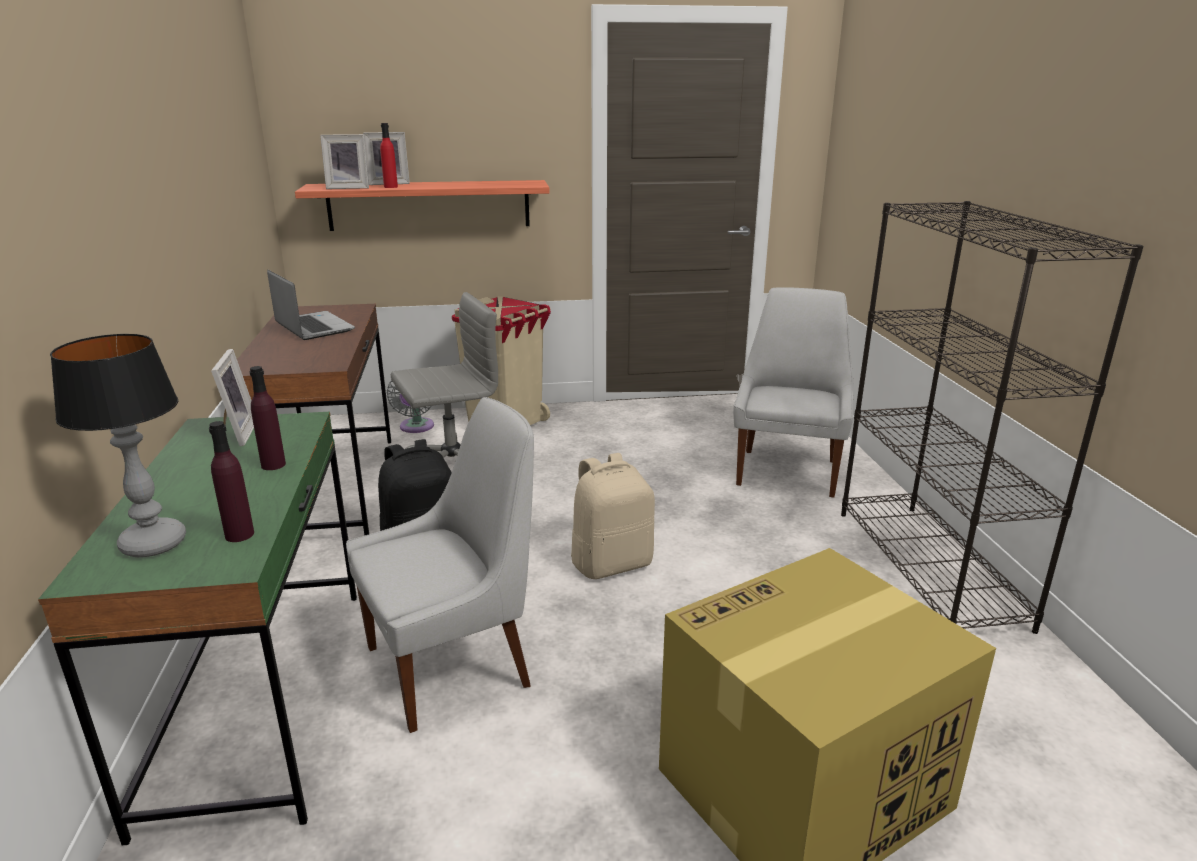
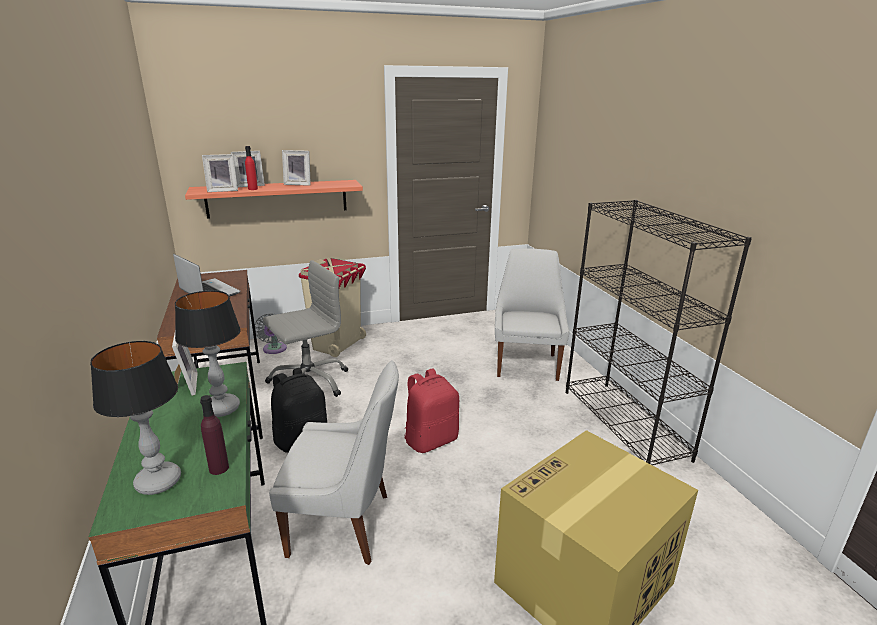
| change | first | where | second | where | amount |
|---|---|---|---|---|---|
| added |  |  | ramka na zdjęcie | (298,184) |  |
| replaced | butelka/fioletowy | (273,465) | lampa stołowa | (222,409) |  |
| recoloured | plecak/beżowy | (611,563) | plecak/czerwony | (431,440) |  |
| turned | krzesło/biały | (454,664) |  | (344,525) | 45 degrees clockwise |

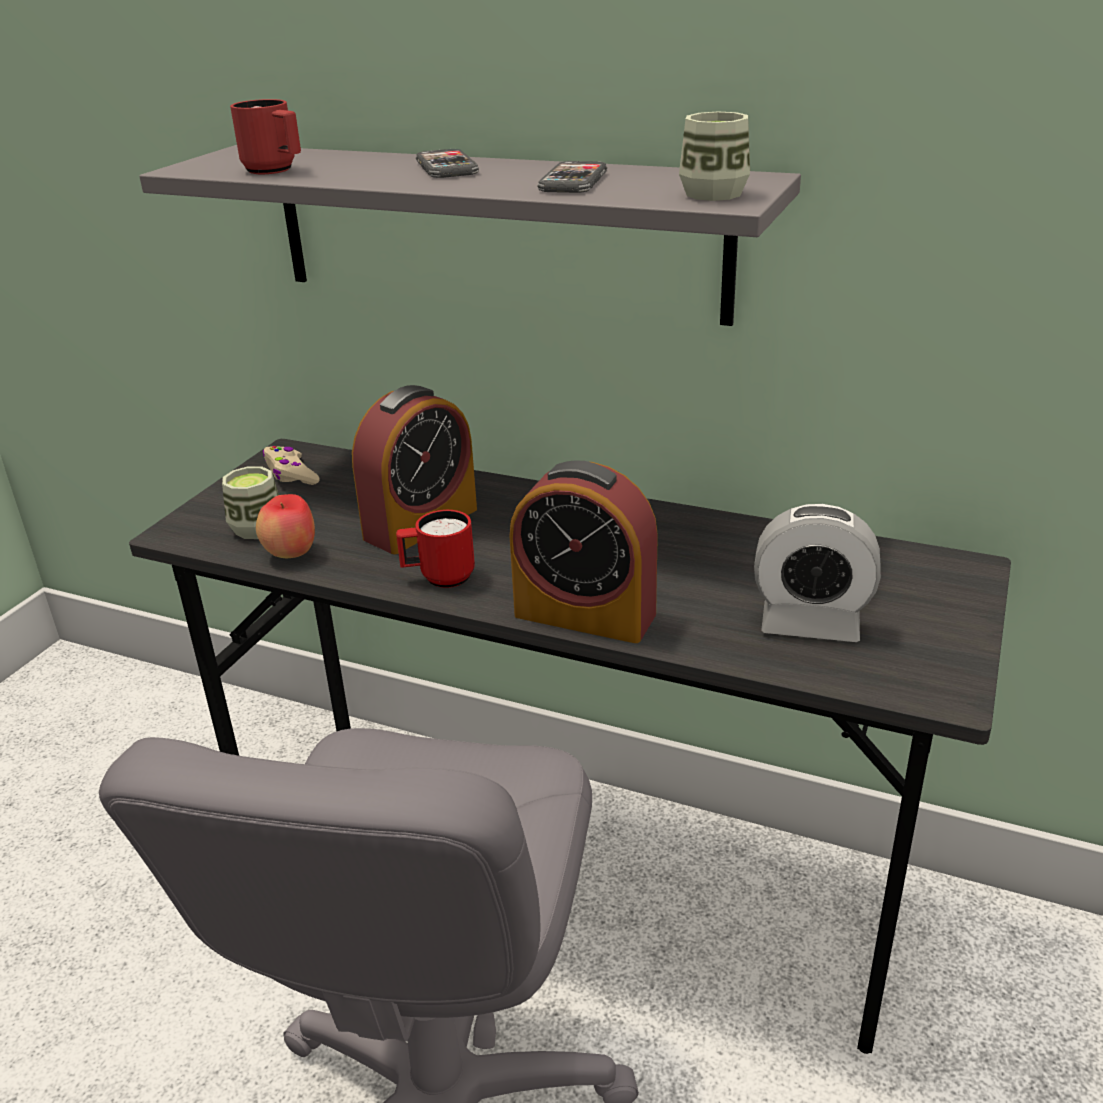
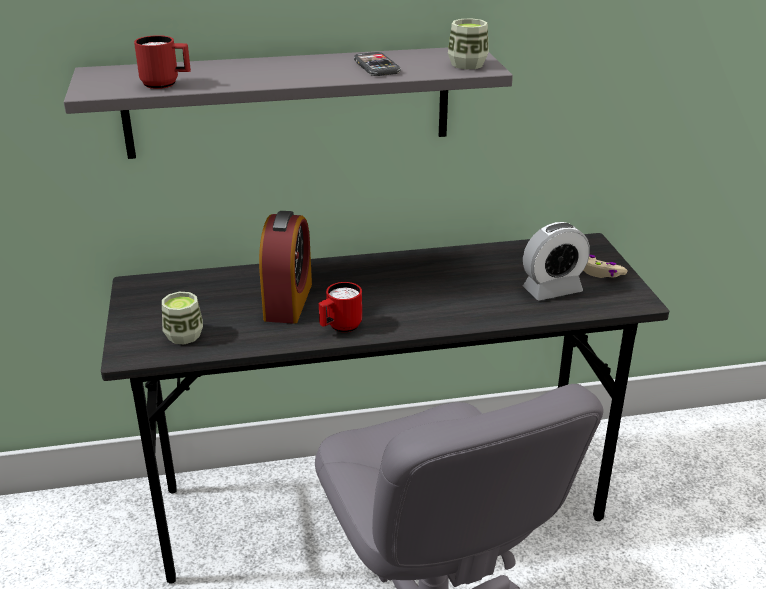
| change | first | where | second | where | amount |
|---|---|---|---|---|---|
| removed | jabłko | (291,554) |  |  |  |
| removed | telefon | (446,167) |  |  |  |
| removed | budzik | (585,614) |  |  |  |
| moved | pad do gier/beżowy | (291,474) |  | (598,273) |  |

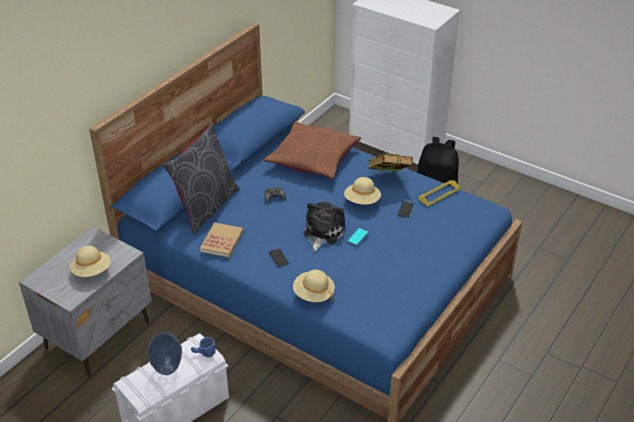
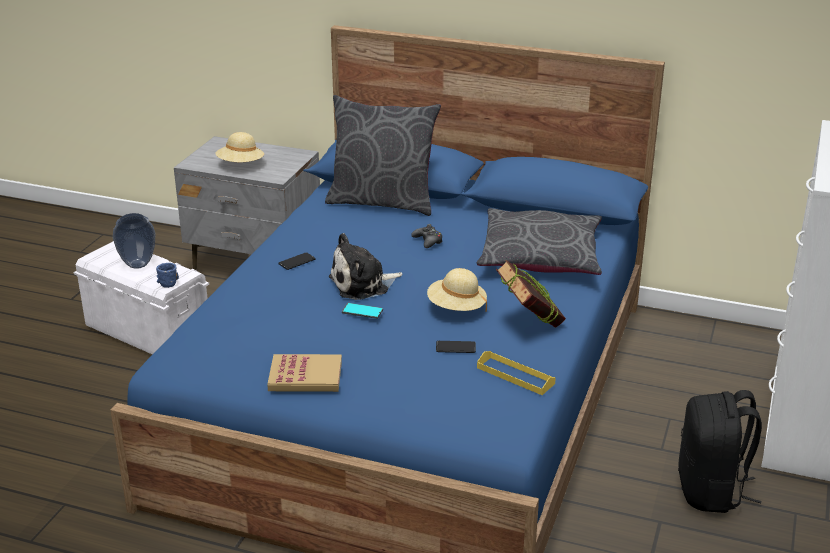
| change | first | where | second | where | amount |
|---|---|---|---|---|---|
| removed | kapelusz/beżowy | (313,294) |  |  |  |
| moved | książka | (222,241) |  | (305,376) |  |
| recoloured | poduszka/brązowy | (313,158) | poduszka/szary | (540,256) |  |
| turned | pluszak | (322,232) |  | (363,284) | 150 degrees clockwise |

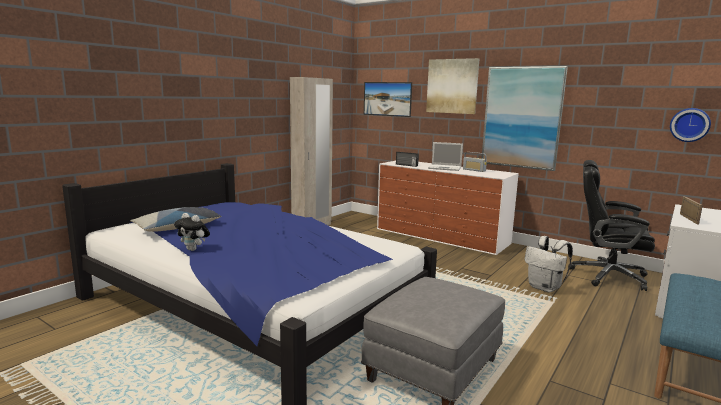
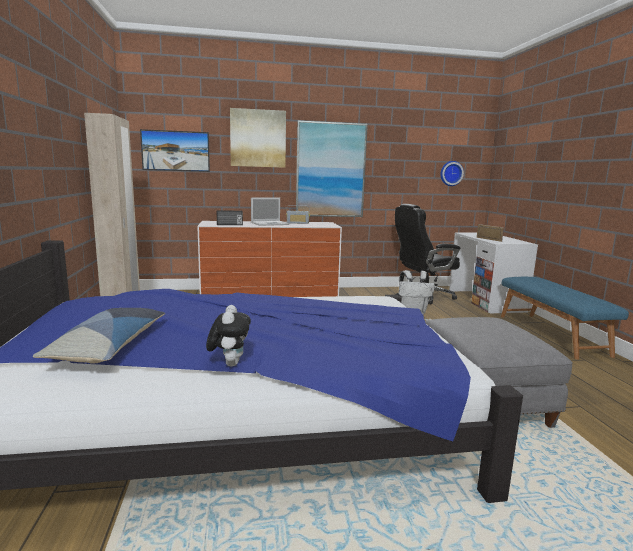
| change | first | where | second | where | amount |
|---|---|---|---|---|---|
| turned | pluszak | (194,249) |  | (229,363) | 75 degrees counterclockwise |

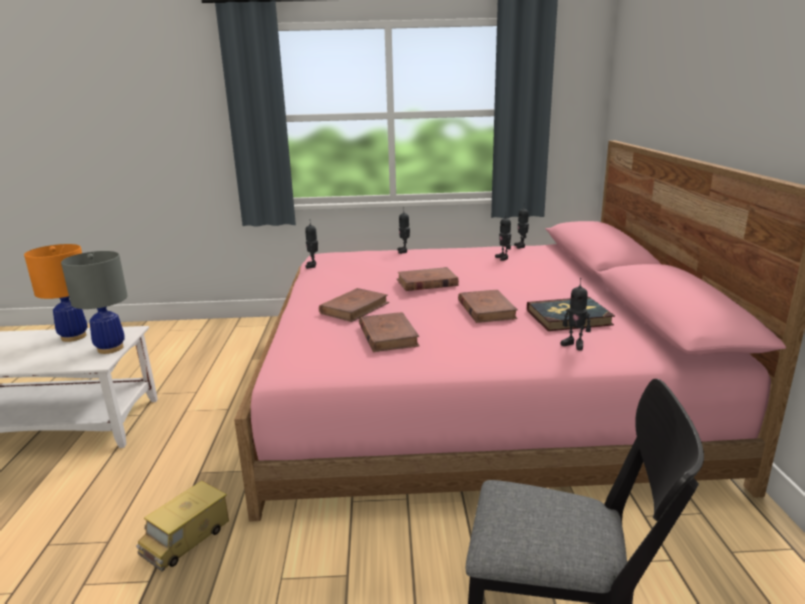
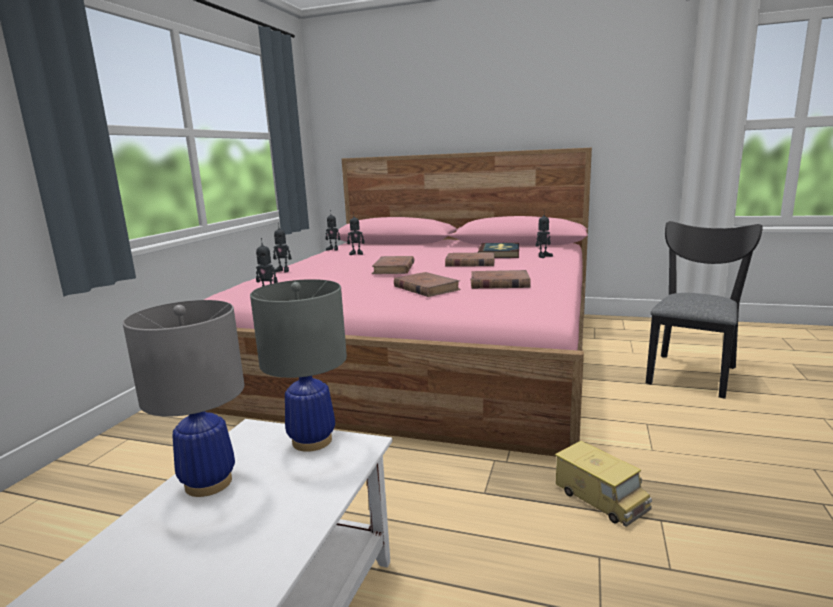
| change | first | where | second | where | amount |
|---|---|---|---|---|---|
| recoloured | lampa stołowa/pomarańczowy | (73,337) | lampa stołowa/szary | (208,483) |  |

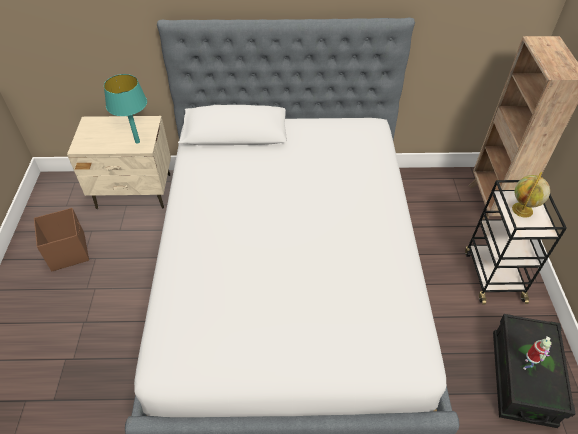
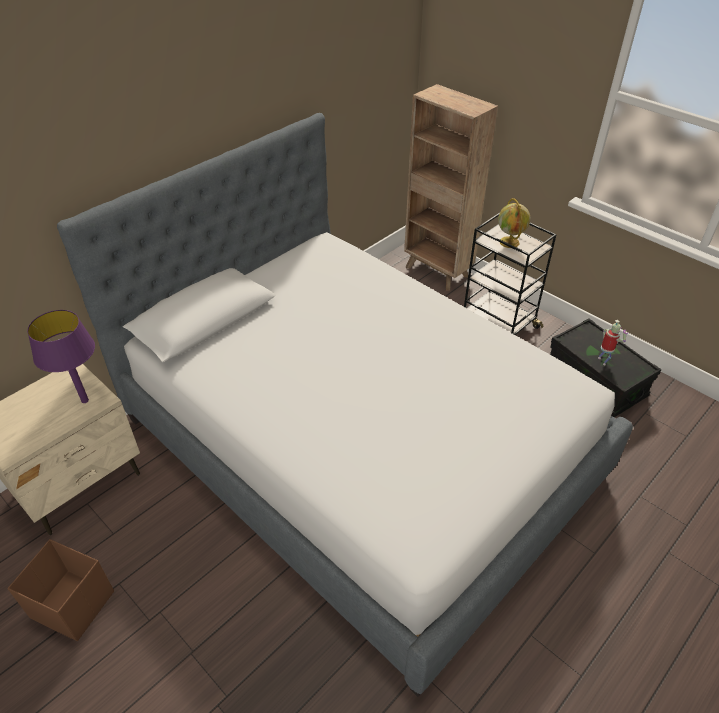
| change | first | where | second | where | amount |
|---|---|---|---|---|---|
| recoloured | lampa stołowa/turkusowy | (137,142) | lampa stołowa/fioletowy | (84,400) |  |

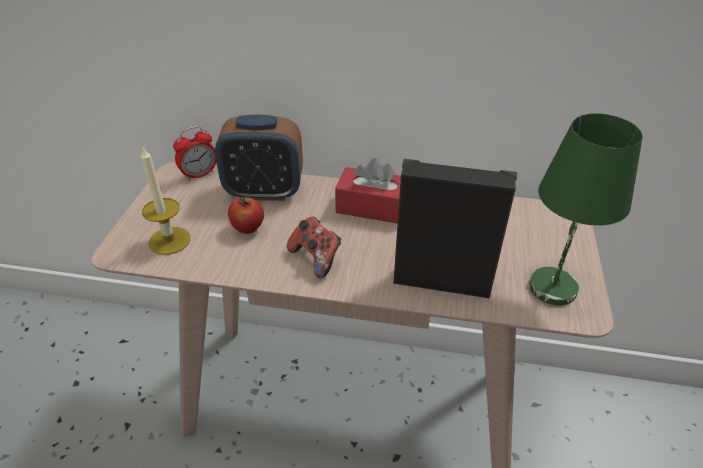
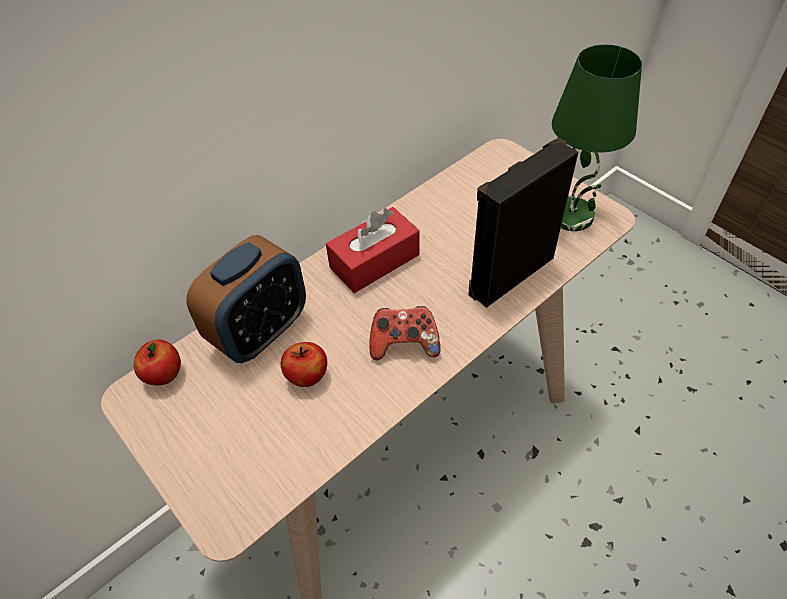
| change | first | where | second | where | amount |
|---|---|---|---|---|---|
| removed | świeca | (169,240) |  |  |  |
| replaced | budzik | (199,174) | jabłko | (164,375) |  |

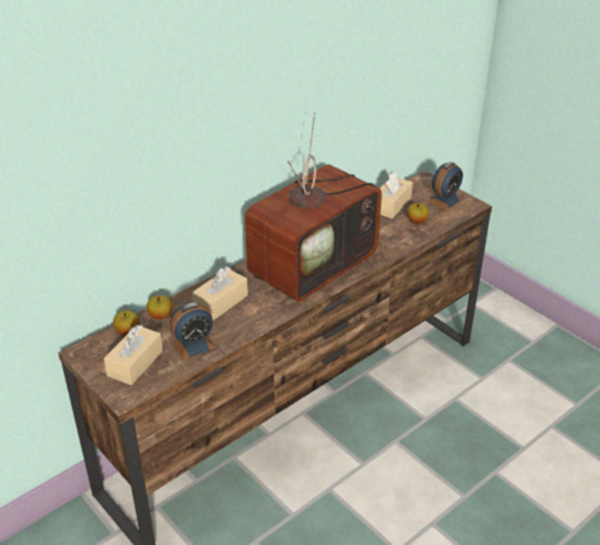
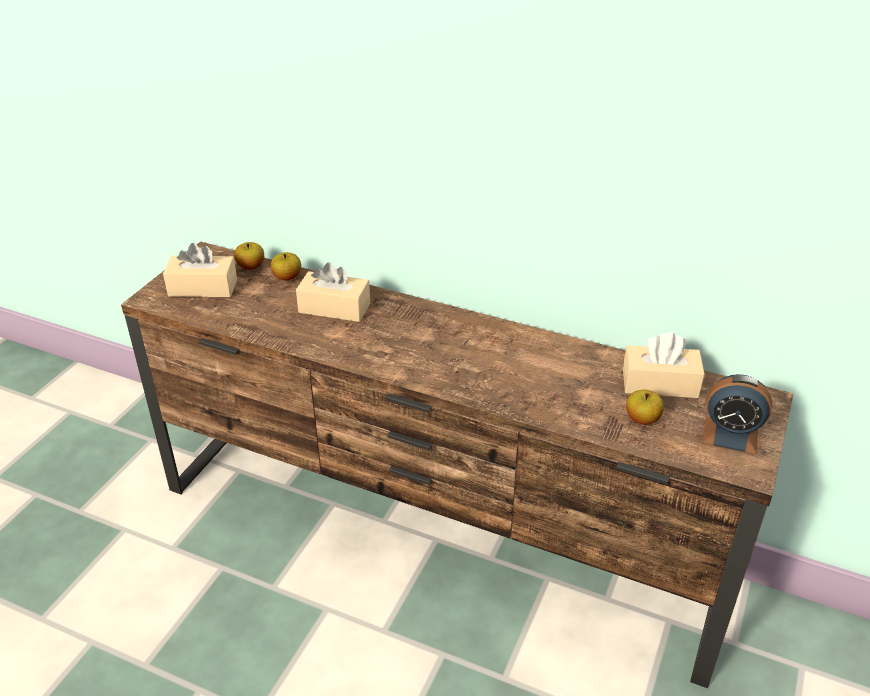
| change | first | where | second | where | amount |
|---|---|---|---|---|---|
| removed | budzik | (193,345) |  |  |  |
| removed | telewizor | (313,265) |  |  |  |

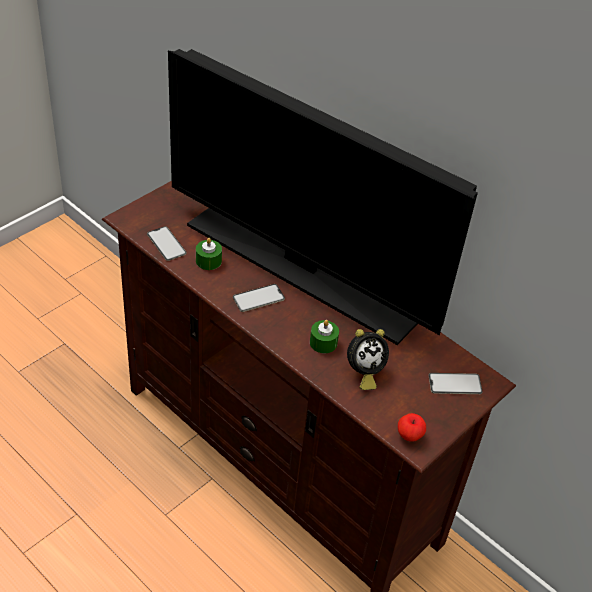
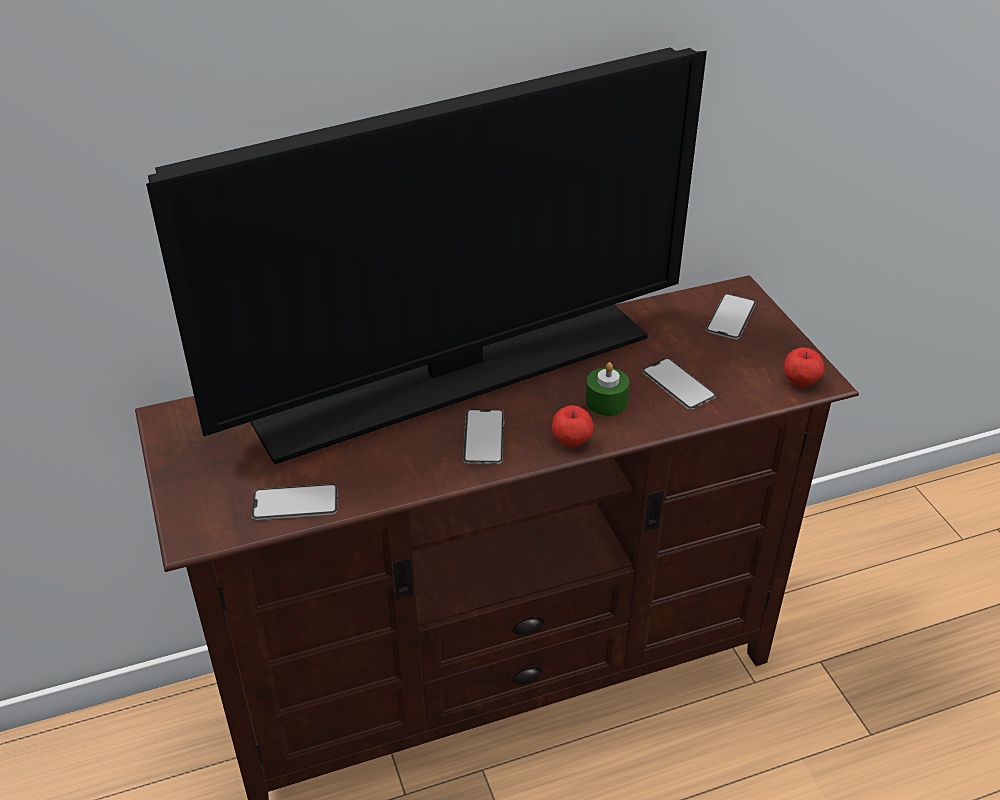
| change | first | where | second | where | amount |
|---|---|---|---|---|---|
| removed | świeca/zielony | (208,261) |  |  |  |
| added |  |  | jabłko | (571,441) |  |
| replaced | budzik | (363,372) | telefon | (678,384) |  |

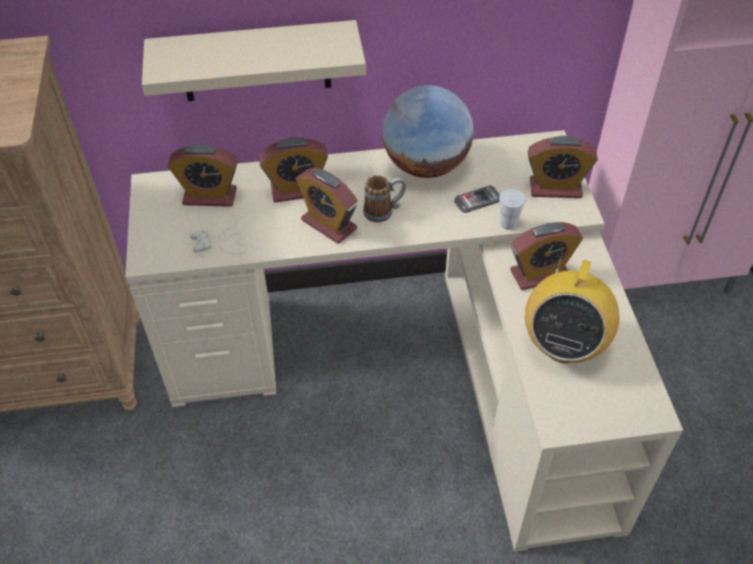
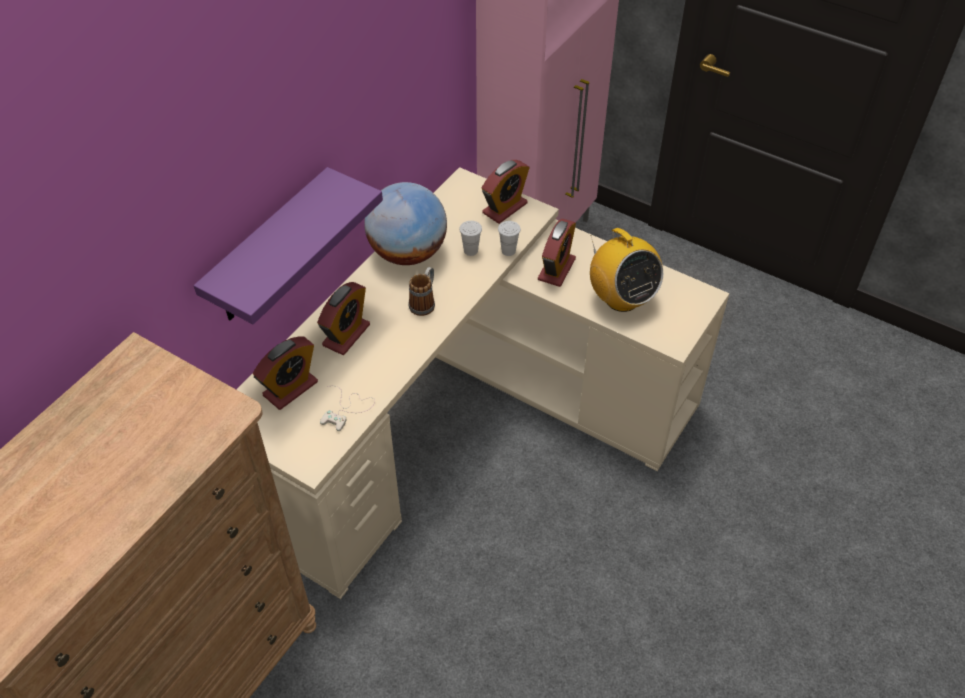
| change | first | where | second | where | amount |
|---|---|---|---|---|---|
| removed | budzik | (329,224) |  |  |  |
| replaced | telefon | (477,200) | filiżanka/biały | (470,250) |  |
| recoloured | półka/beżowy | (255,61) | półka/fioletowy | (269,249) |  |

